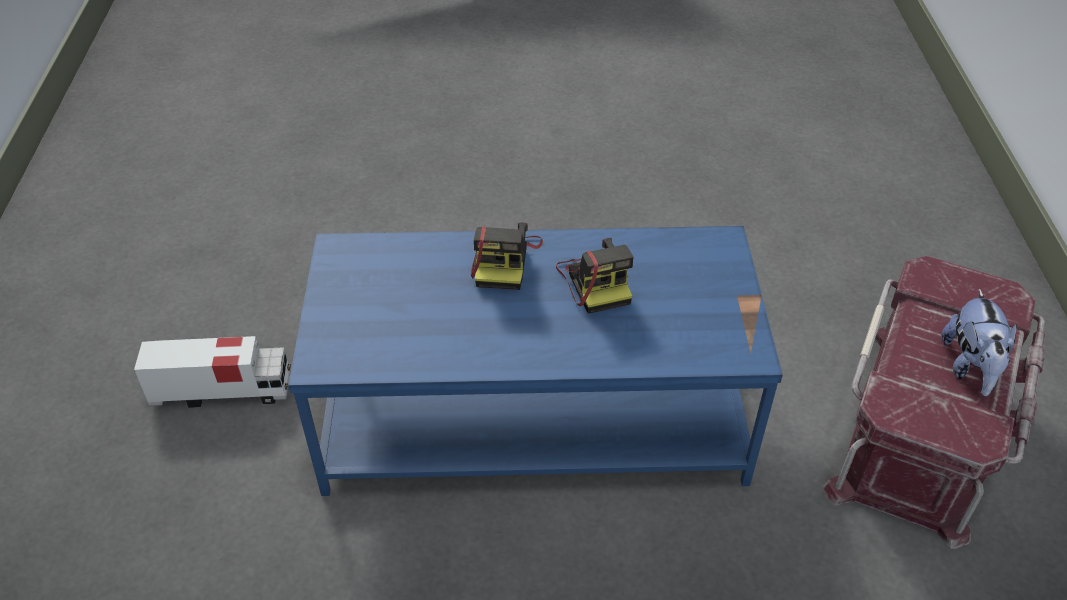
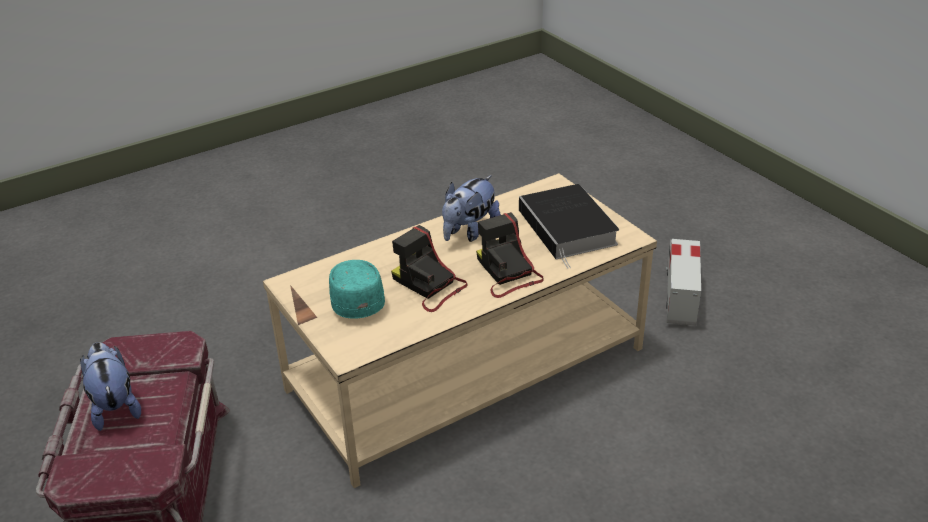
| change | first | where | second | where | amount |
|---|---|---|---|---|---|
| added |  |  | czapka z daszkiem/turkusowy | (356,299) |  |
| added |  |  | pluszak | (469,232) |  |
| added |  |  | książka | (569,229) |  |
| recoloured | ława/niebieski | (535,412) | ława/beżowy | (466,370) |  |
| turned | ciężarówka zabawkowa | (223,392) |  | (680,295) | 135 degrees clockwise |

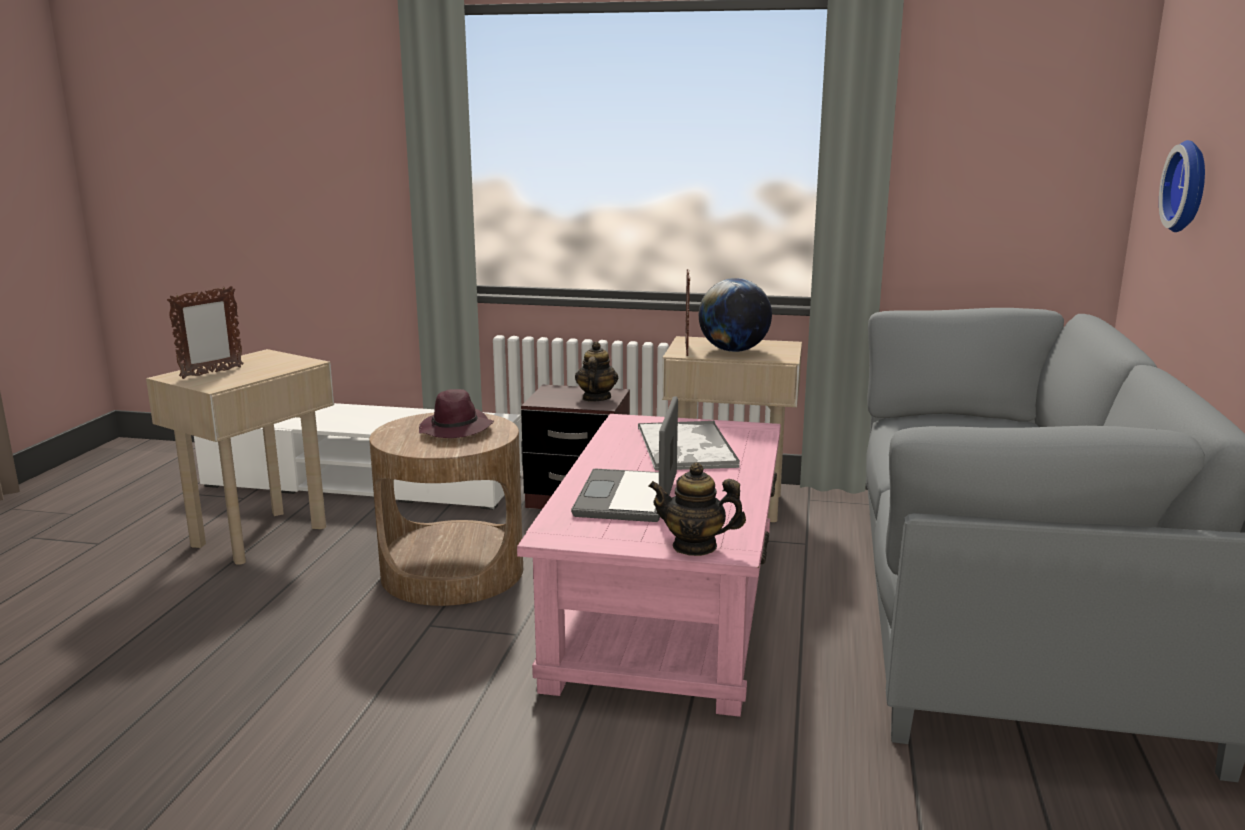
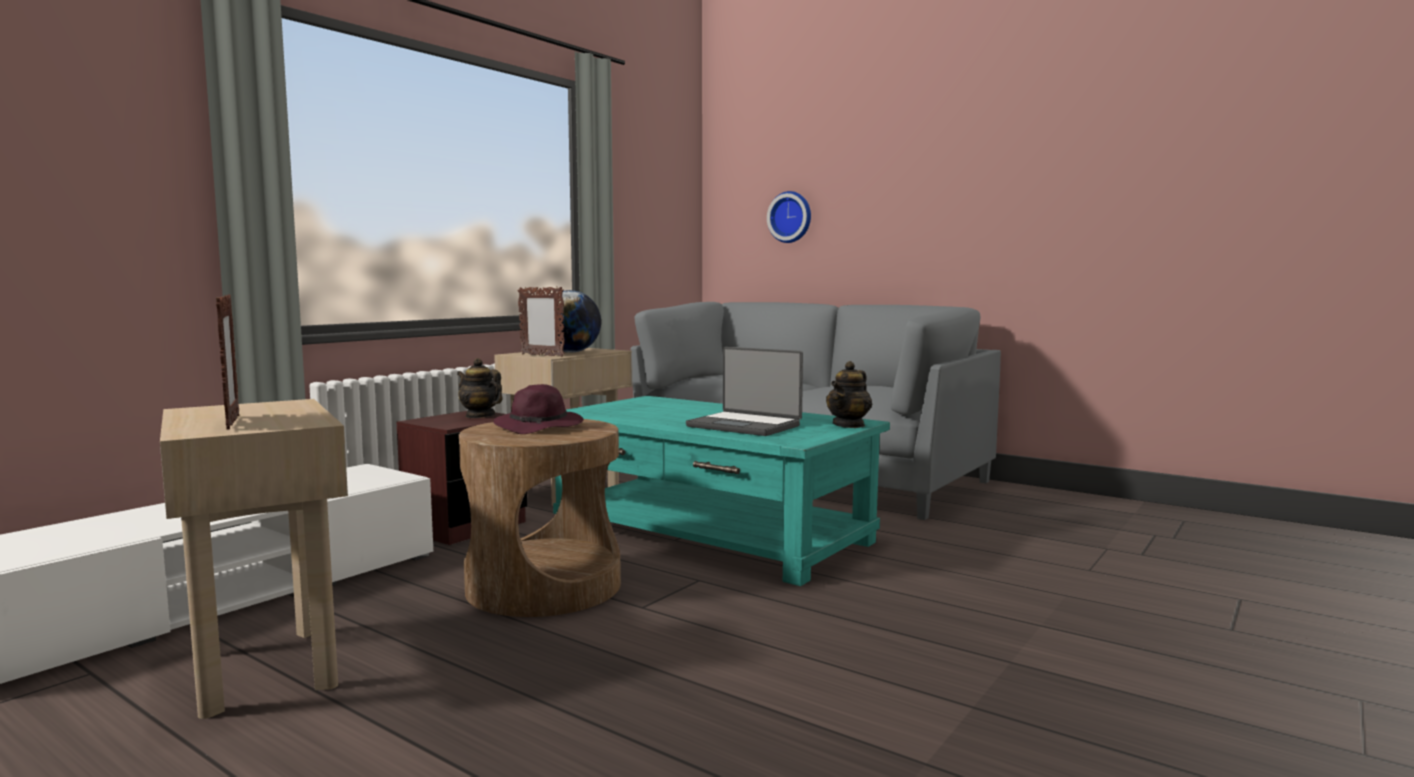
| change | first | where | second | where | amount |
|---|---|---|---|---|---|
| removed | taca | (686,448) |  |  |  |
| recoloured | ława/różowy | (667,607) | ława/turkusowy | (712,534) |  |

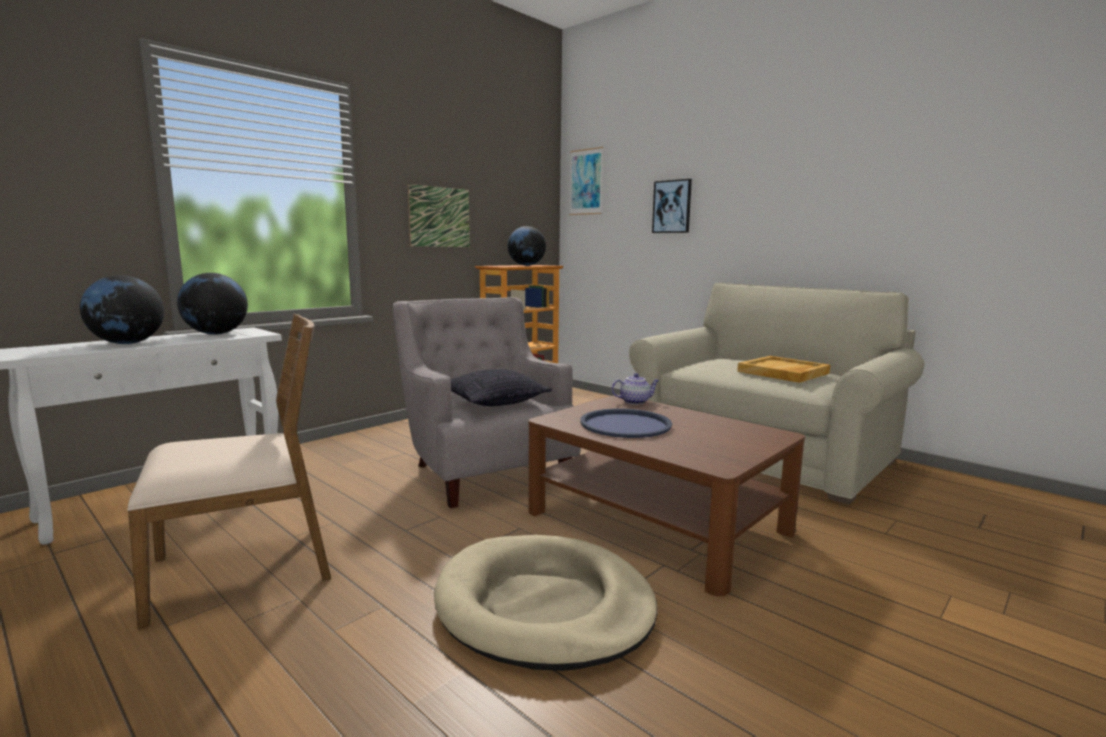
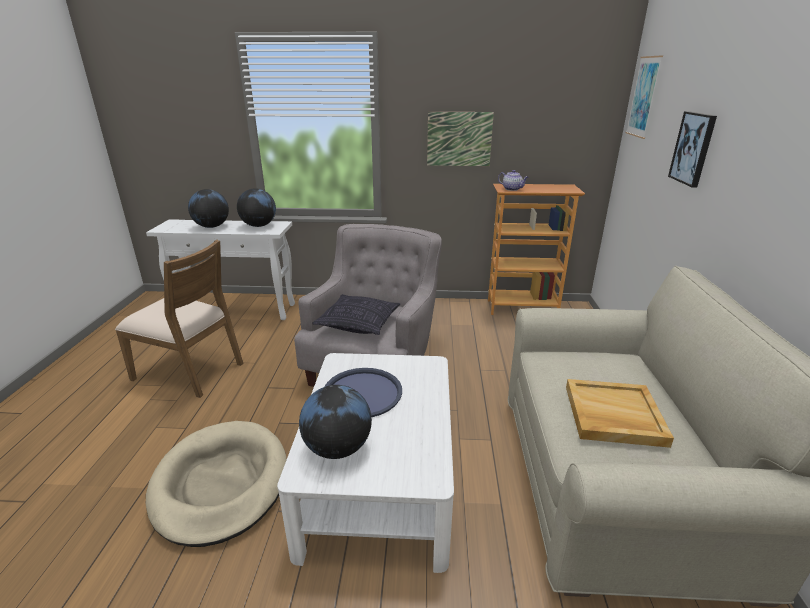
| change | first | where | second | where | amount |
|---|---|---|---|---|---|
| moved | globus | (526,265) |  | (338,448) |  |
| moved | imbryk | (635,402) |  | (512,189) |  |
| recoloured | ława/brązowy | (657,522) | ława/biały | (380,478) |  |

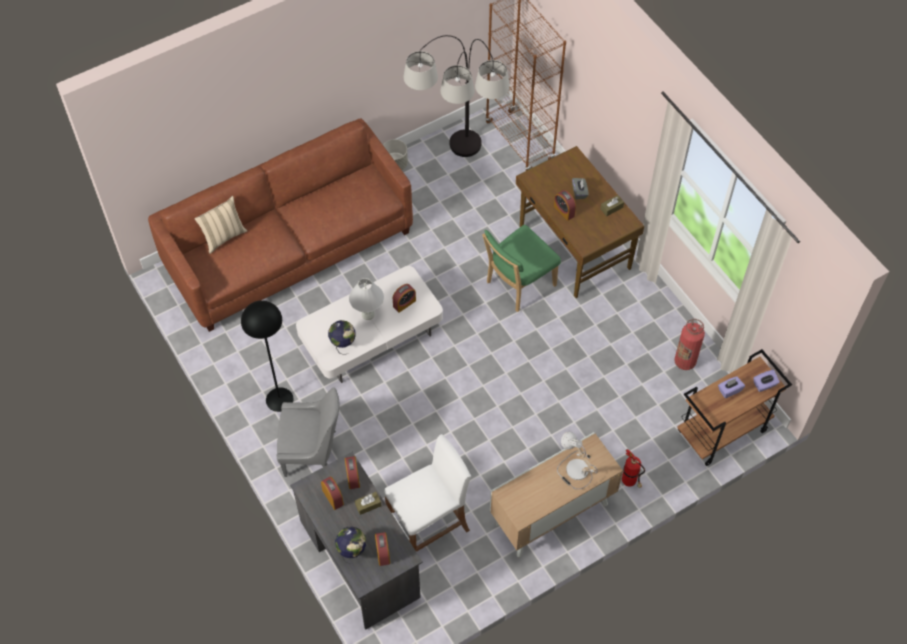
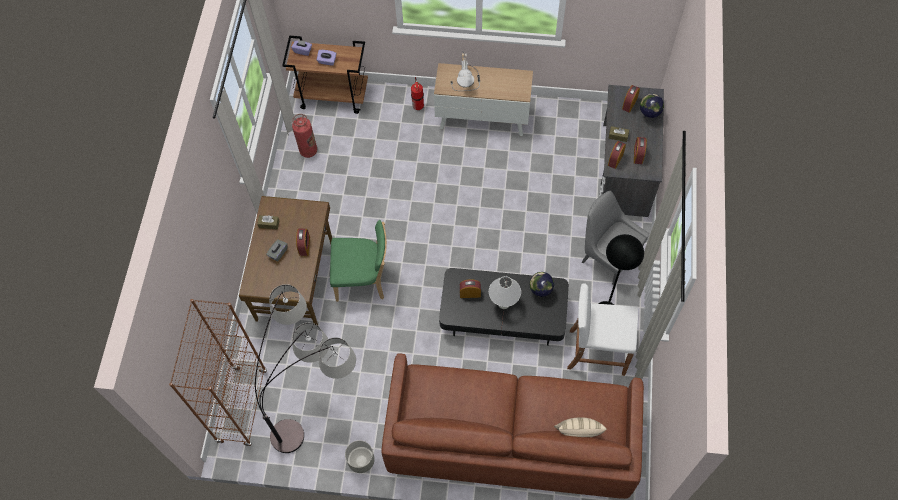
| change | first | where | second | where | amount |
|---|---|---|---|---|---|
| moved | stołek/biały | (429,527) |  | (596,352) |  |
| recoloured | ława/biały | (371,337) | ława/czarny | (503,315) |  |

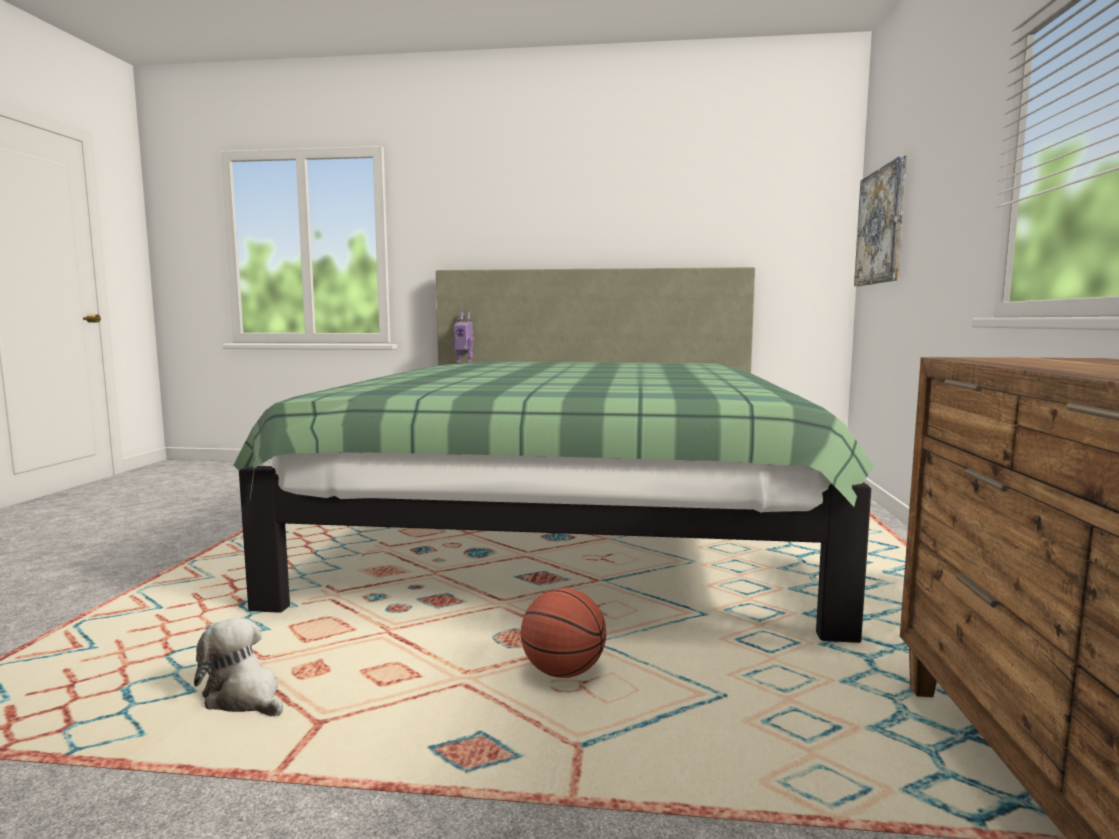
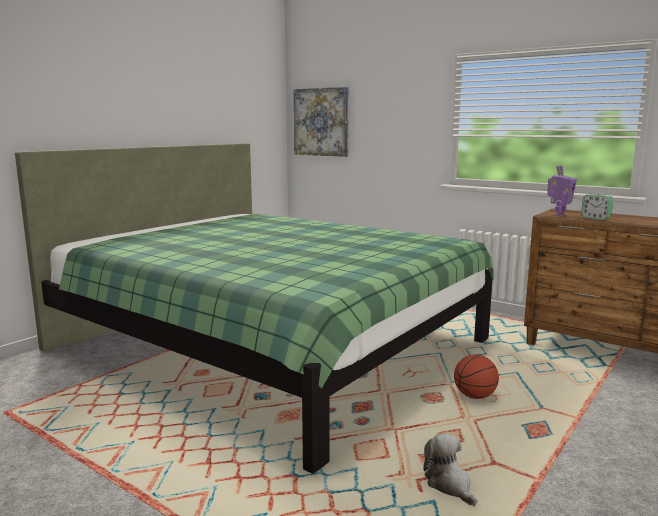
| change | first | where | second | where | amount |
|---|---|---|---|---|---|
| added |  |  | budzik | (595,218) |  |
| moved | robot zabawkowy | (464,362) |  | (558,215) |  |
| turned | pluszak | (244,698) |  | (449,485) | 90 degrees clockwise |

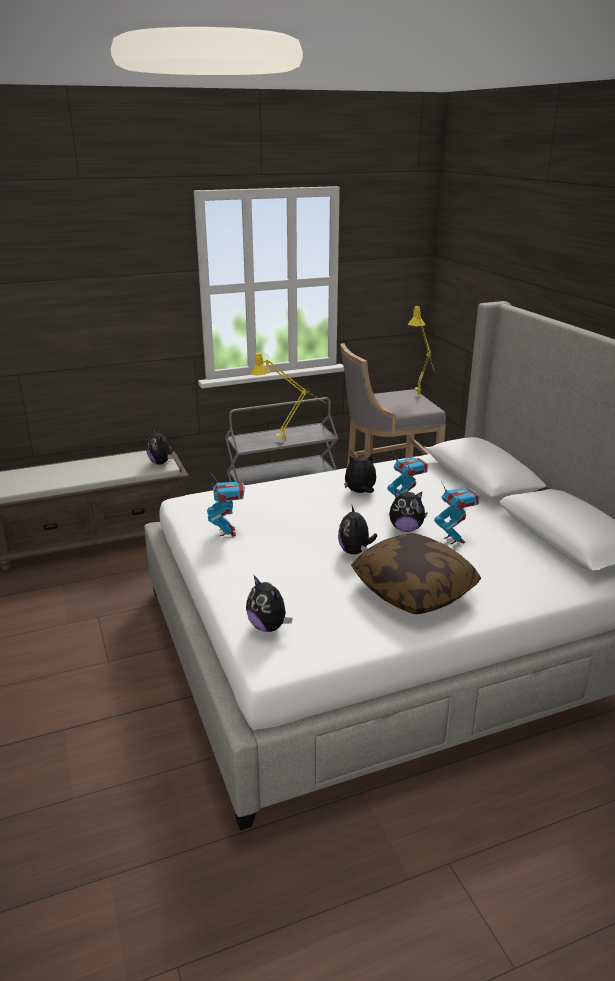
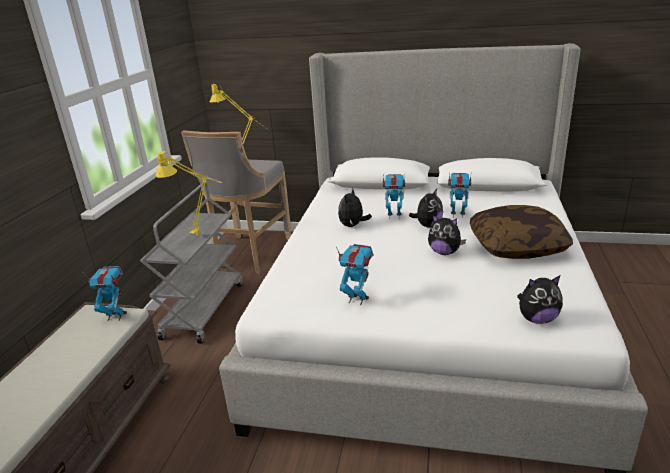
| change | first | where | second | where | amount |
|---|---|---|---|---|---|
| replaced | pluszak | (161,463) | robot zabawkowy | (116,316) |  |

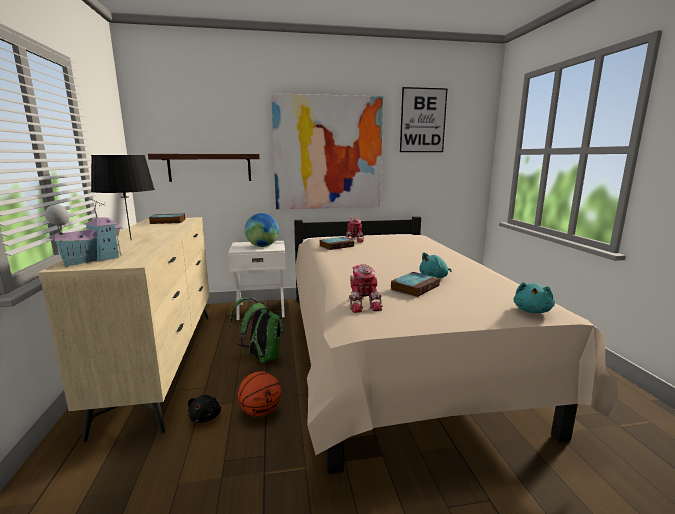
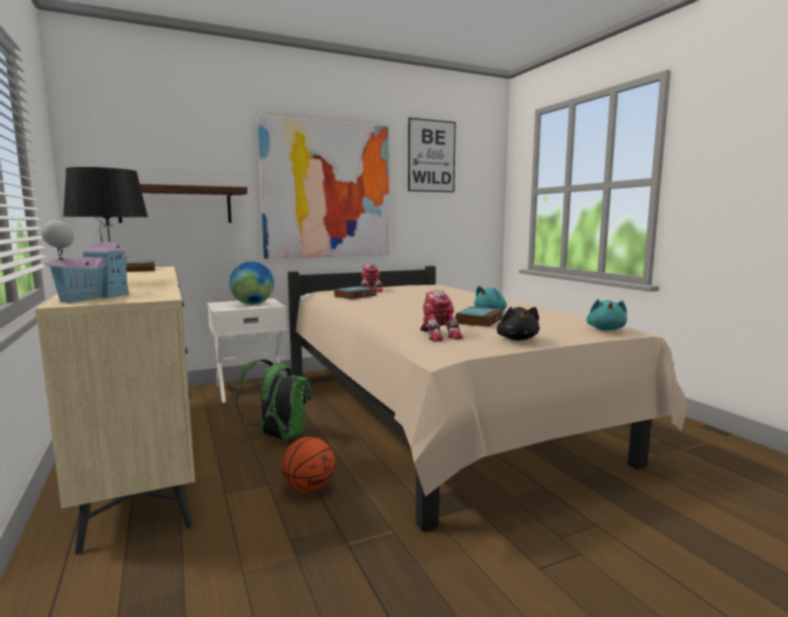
| change | first | where | second | where | amount |
|---|---|---|---|---|---|
| moved | pluszak/czarny | (206,417) |  | (517,339) |  |

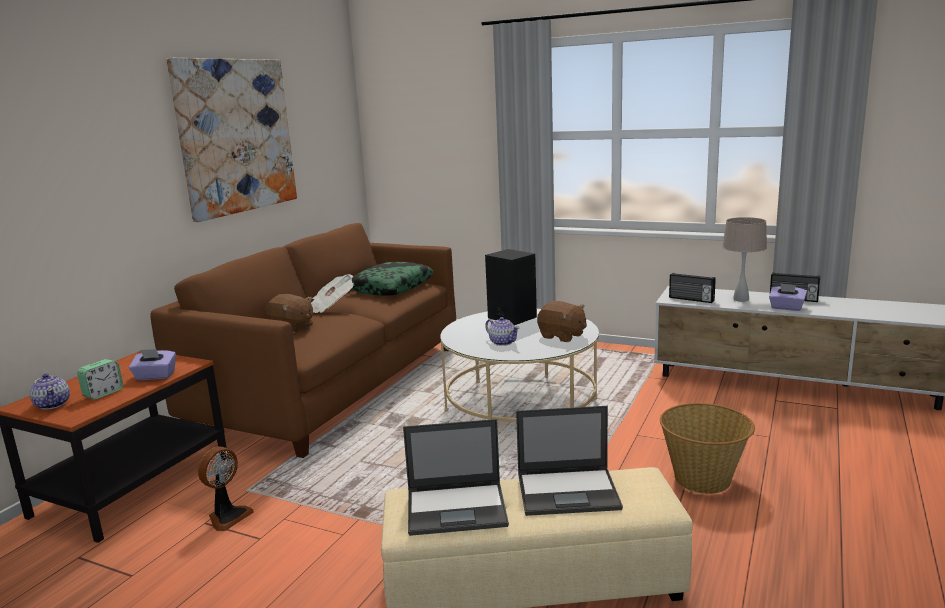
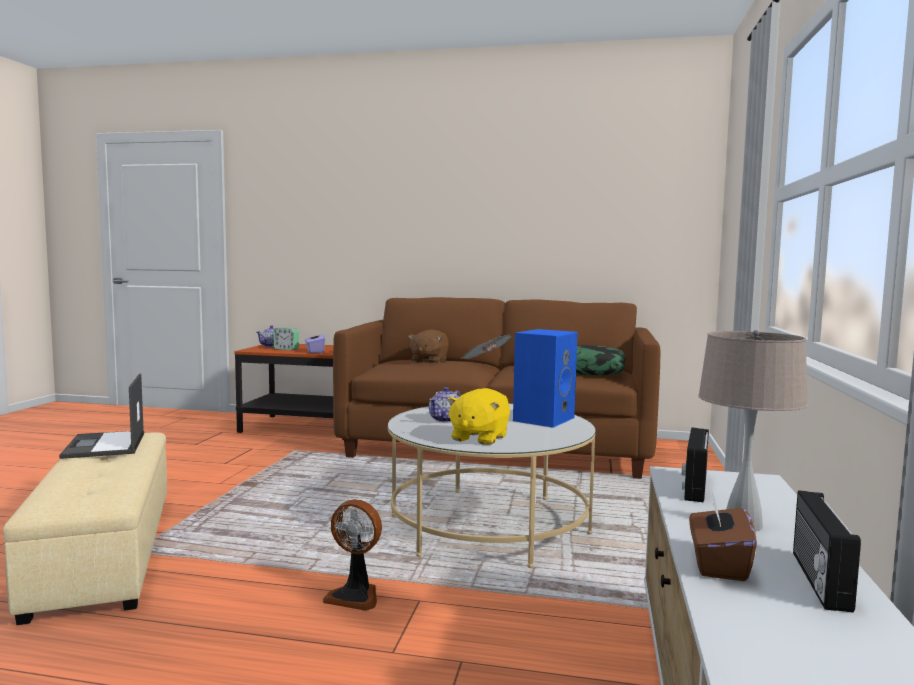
| change | first | where | second | where | amount |
|---|---|---|---|---|---|
| removed | obraz | (236,136) |  |  |  |
| removed | laptop | (569,491) |  |  |  |
| removed | koszyk | (703,479) |  |  |  |
| moved | wentylator | (227,516) |  | (355,596) |  |
| recoloured | głośnik/czarny | (510,317) | głośnik/niebieski | (543,419) |  |
| recoloured | pluszak/brązowy | (562,336) | pluszak/żółty | (478,438) |  |
| recoloured | pudełko chusteczek/fioletowy | (786,308) | pudełko chusteczek/brązowy | (718,564) |  |

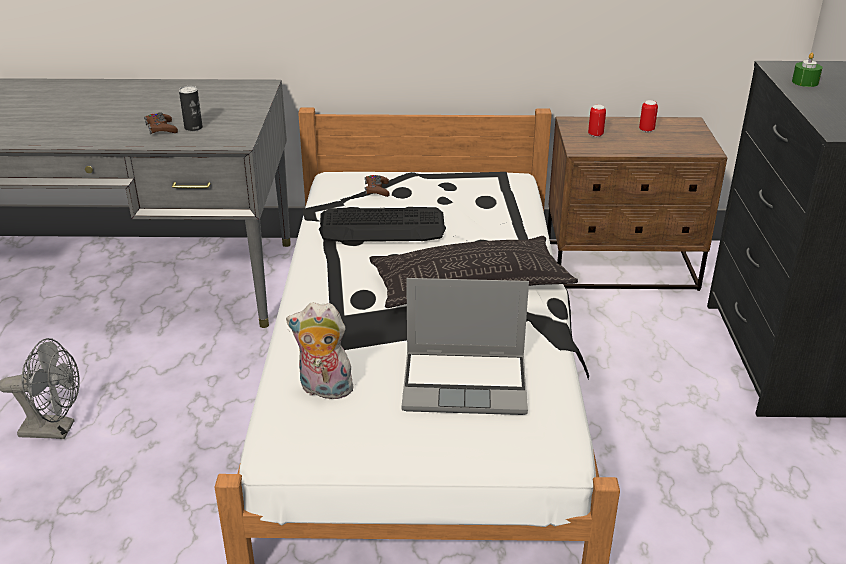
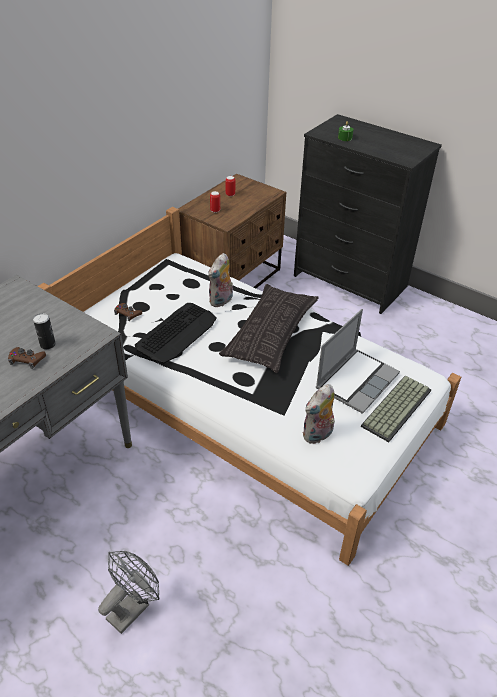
| change | first | where | second | where | amount |
|---|---|---|---|---|---|
| added |  |  | pluszak | (221,301) |  |
| added |  |  | klawiatura | (395,407) |  |

